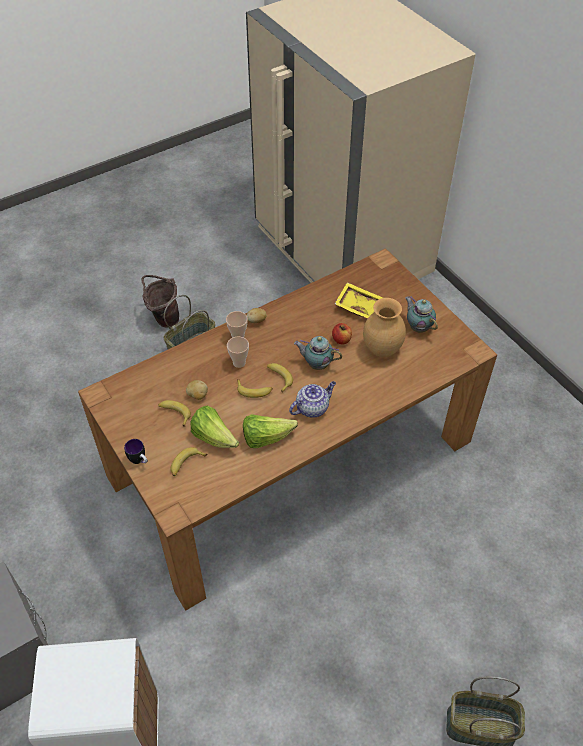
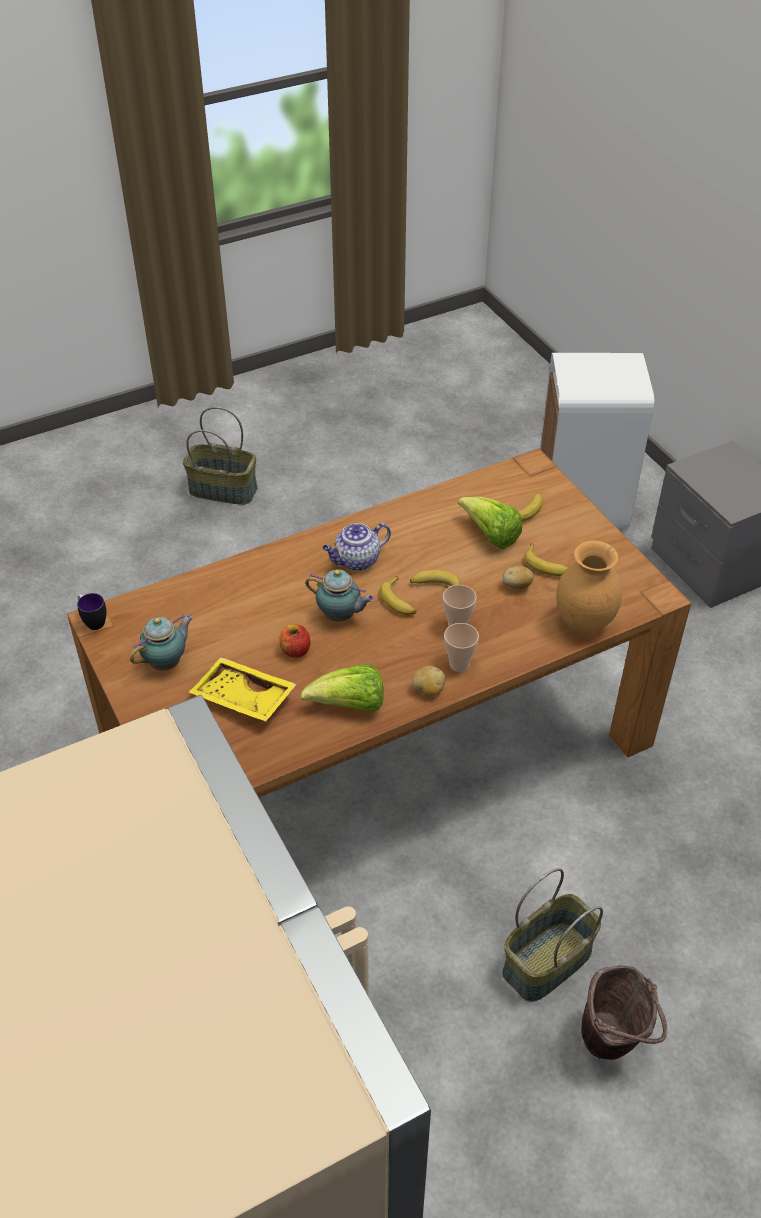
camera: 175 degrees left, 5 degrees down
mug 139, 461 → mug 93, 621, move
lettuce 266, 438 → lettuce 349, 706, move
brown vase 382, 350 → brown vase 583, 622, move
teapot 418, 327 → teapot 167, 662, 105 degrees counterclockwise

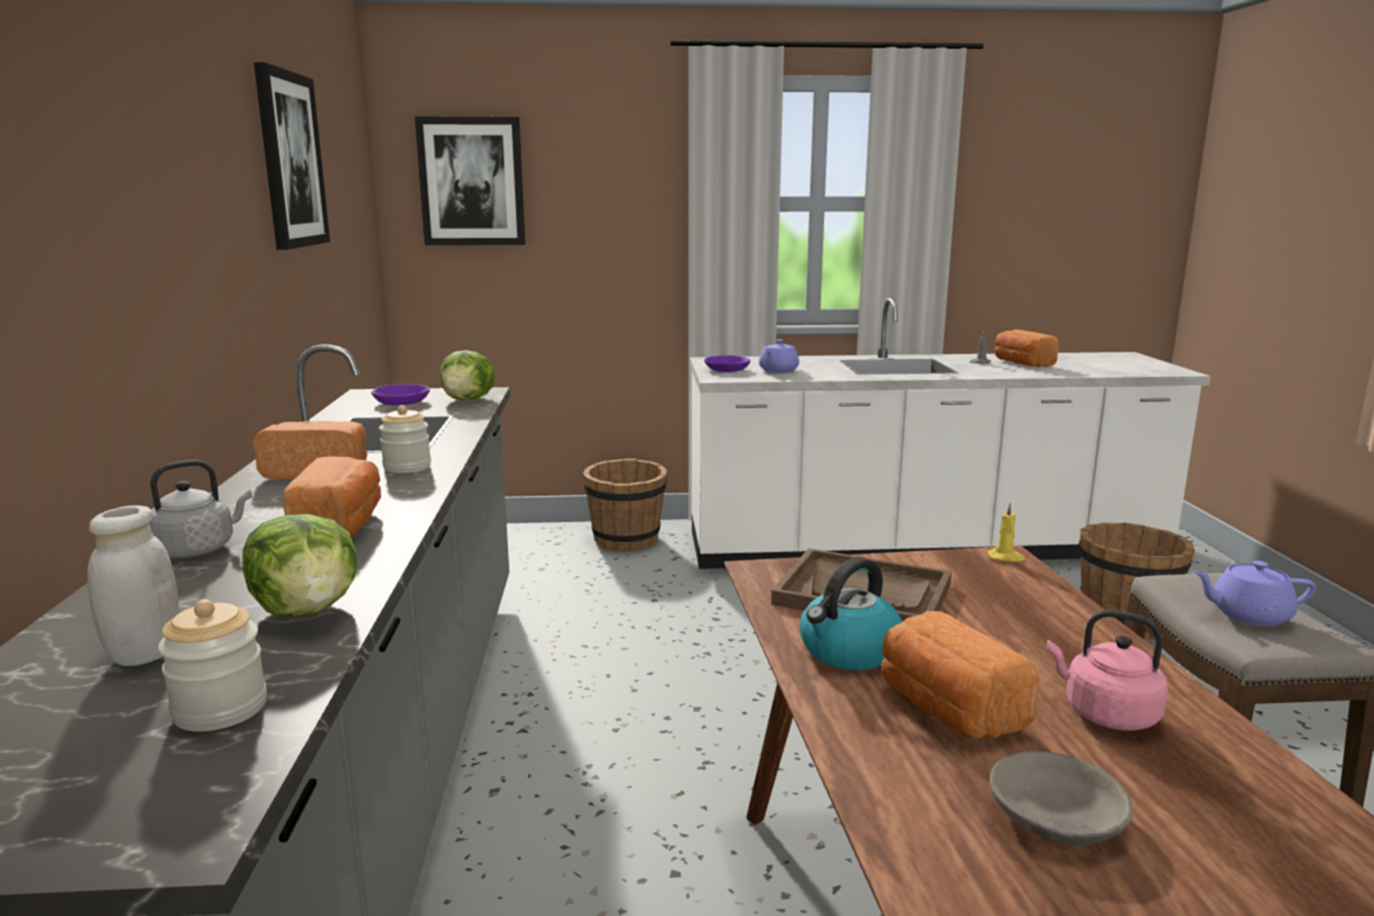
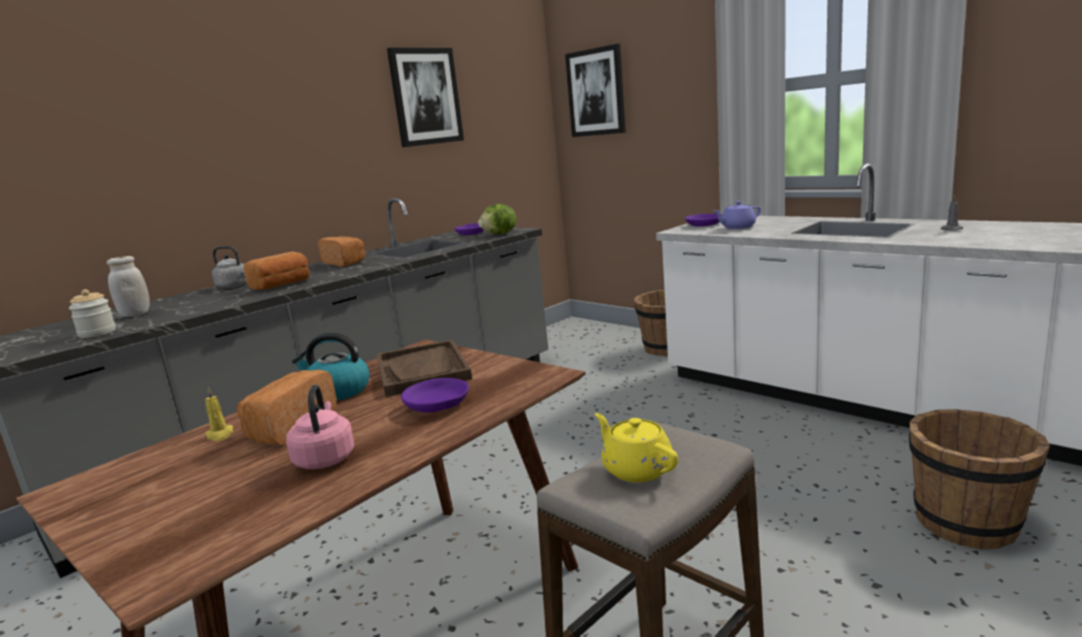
camera: 50 degrees right, 0 degrees up
lettuce 308, 610 → -
jar 407, 467 → -
yellow candle 1006, 557 → yellow candle 220, 435, move
grey bowl 1055, 818 → -
bread 1021, 363 → -
purple teapot 1248, 615 → yellow teapot 636, 469
- → purple bowl 437, 405

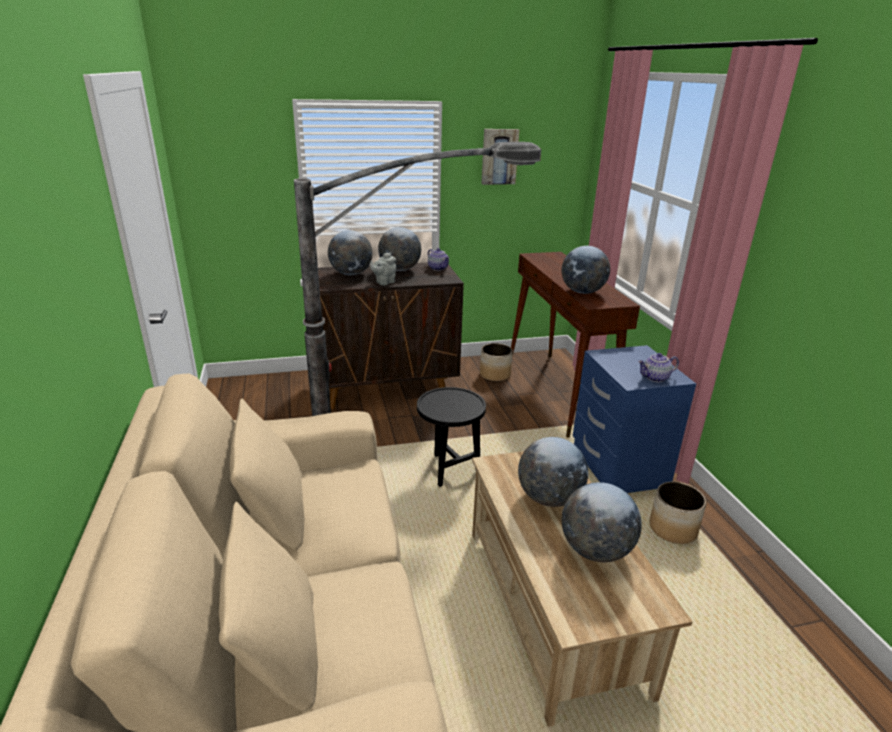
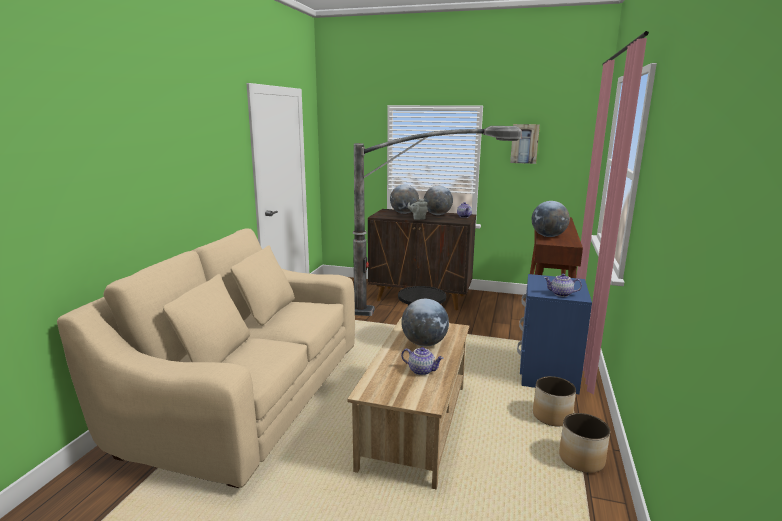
camera: 30 degrees right, 10 degrees down
planter 495, 375 → planter 581, 459, move
globe 595, 550 → teapot 422, 370

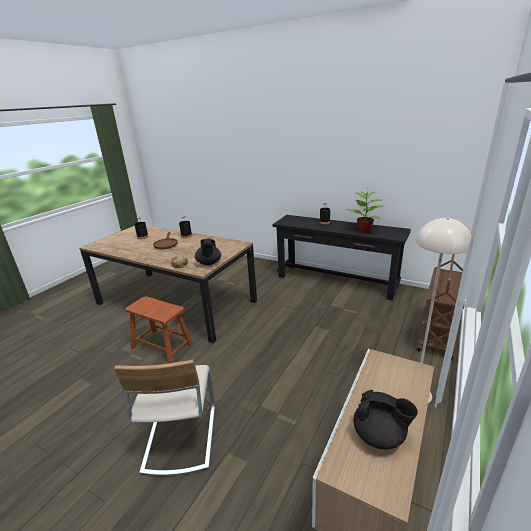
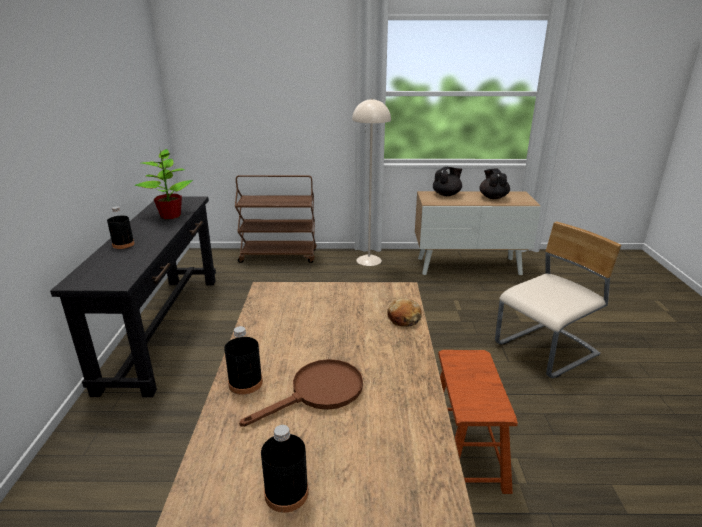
camera: 120 degrees left, 0 degrees up
black teapot 209, 263 → black teapot 447, 194, move

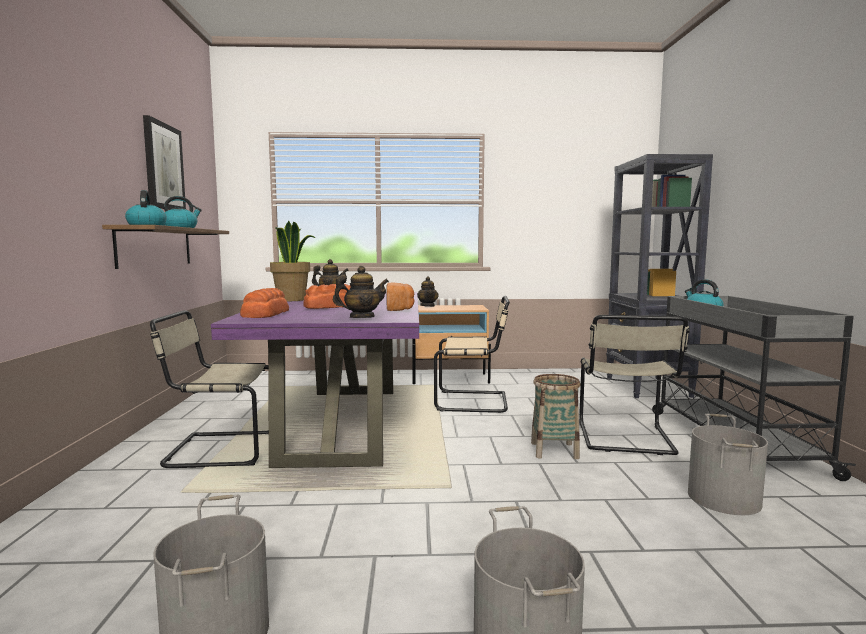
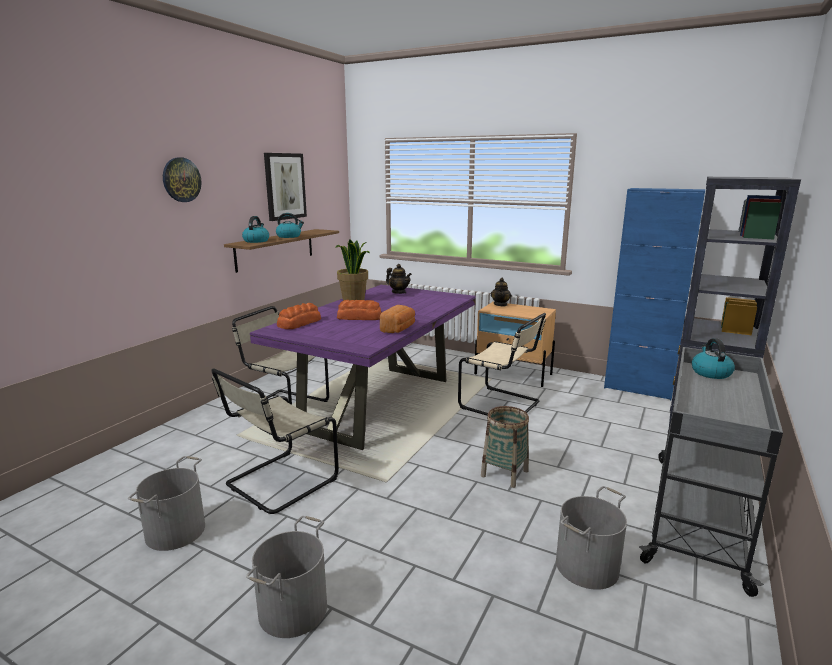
camera: 30 degrees right, 10 degrees up
teapot 361, 317 → -
beige chair 625, 439 → beige chair 278, 483, move
- → wall clock 181, 180
- → blue cabinet 638, 389

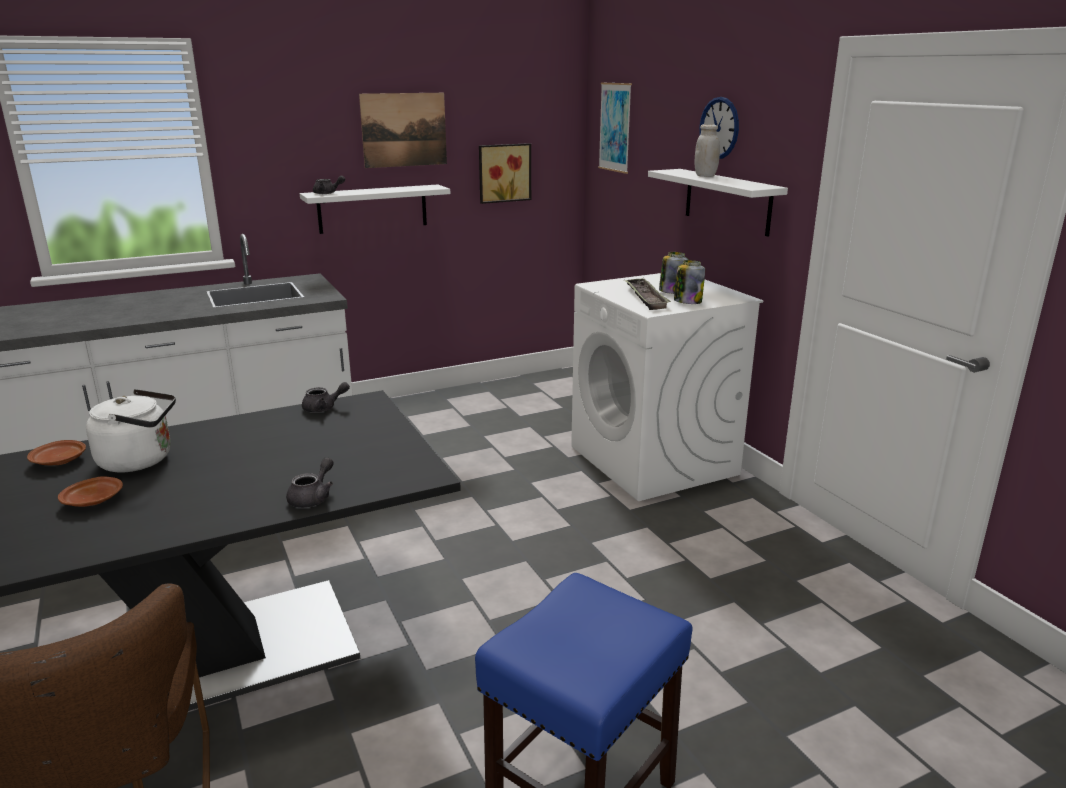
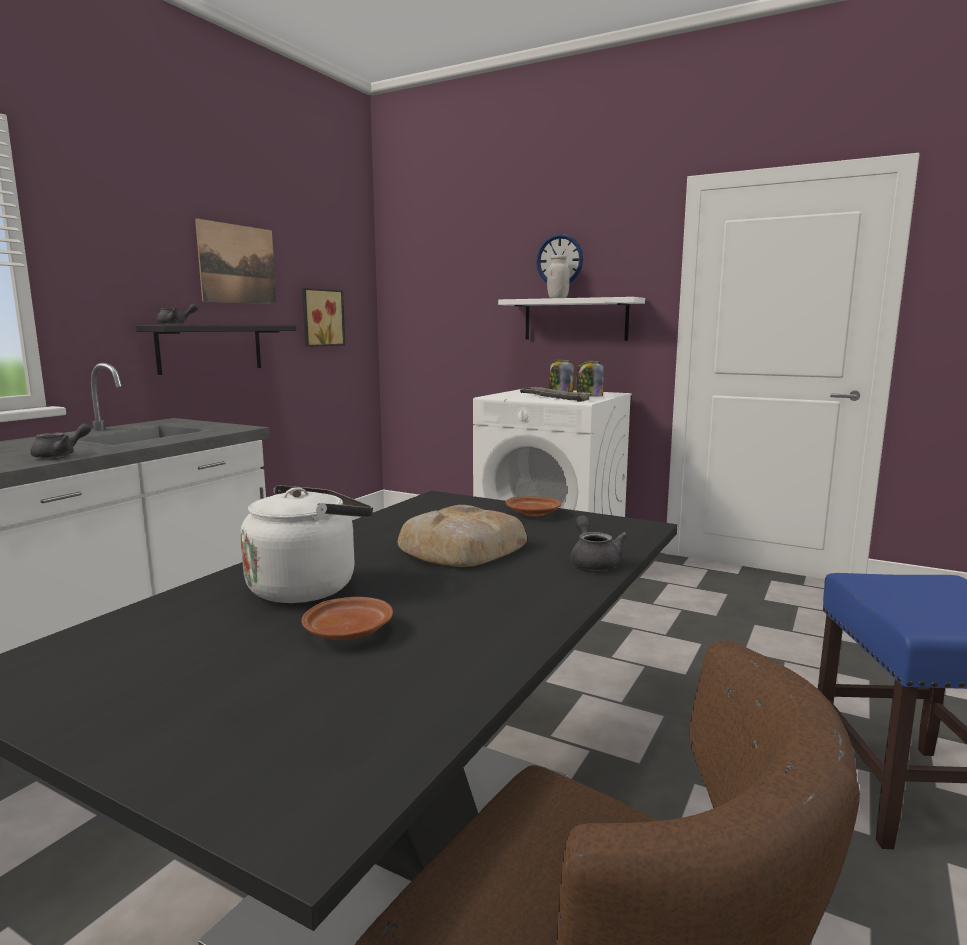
camera: 35 degrees left, 10 degrees down
brown plate 59, 461 → brown plate 534, 514, move
white shelf 372, 209 → black shelf 210, 348
grey teapot 324, 408 → grey teapot 61, 455, move
picture 615, 127 → -
- → bread 459, 548

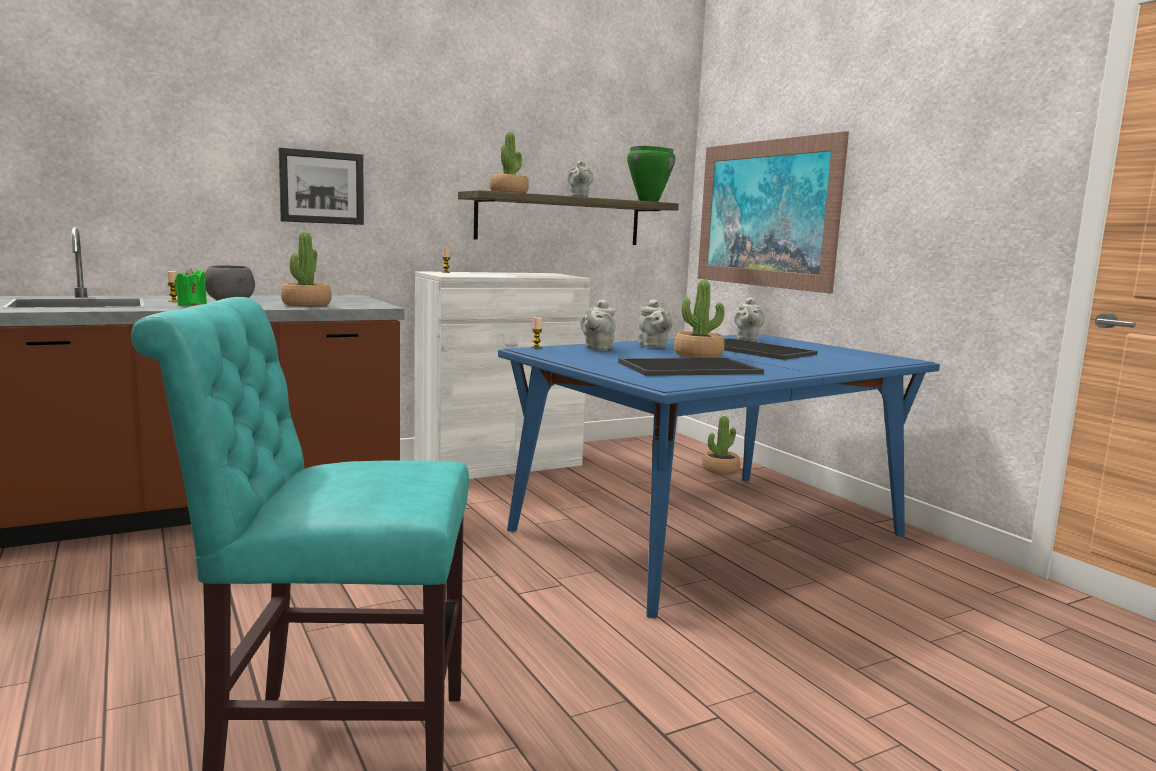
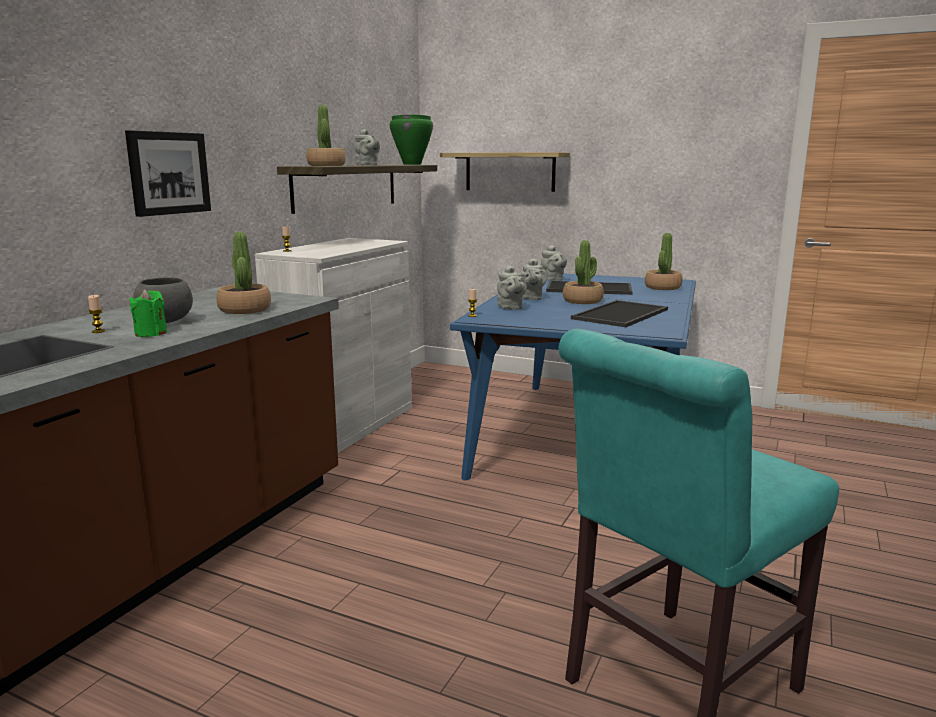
camera: 35 degrees left, 5 degrees up
grey teapot 653, 346 → grey teapot 531, 298, 60 degrees clockwise
picture 765, 214 → shelf 510, 171
potted plant 720, 470 → potted plant 662, 287, move

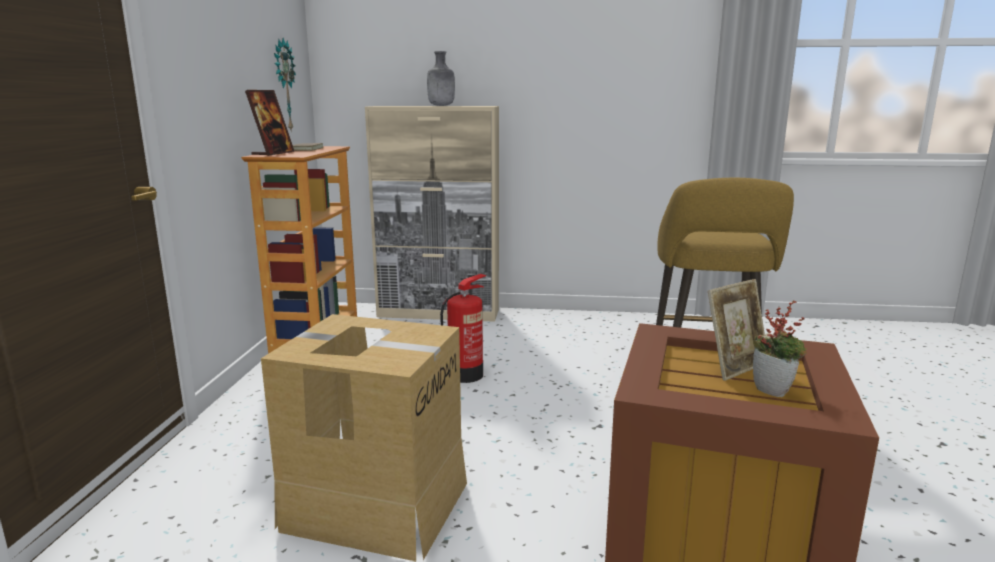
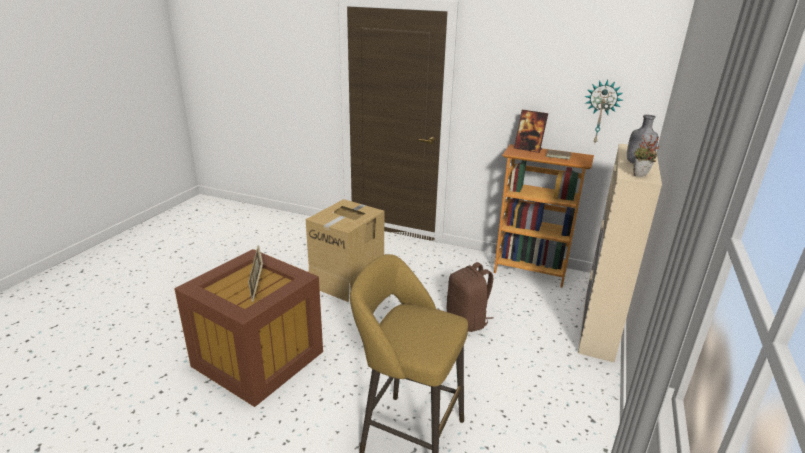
camera: 105 degrees right, 10 degrees up
fire extinguisher 466, 375 → brown backpack 468, 320
potted plant 774, 391 → potted plant 640, 176, move

